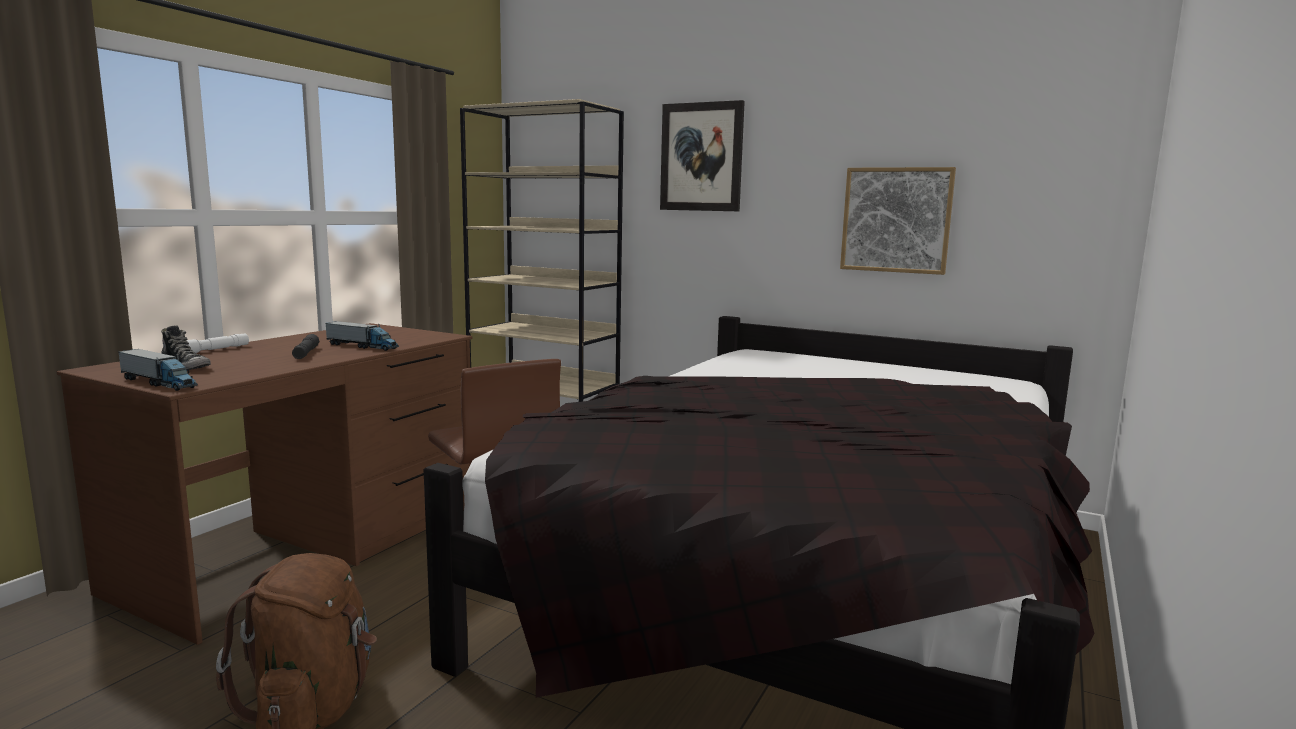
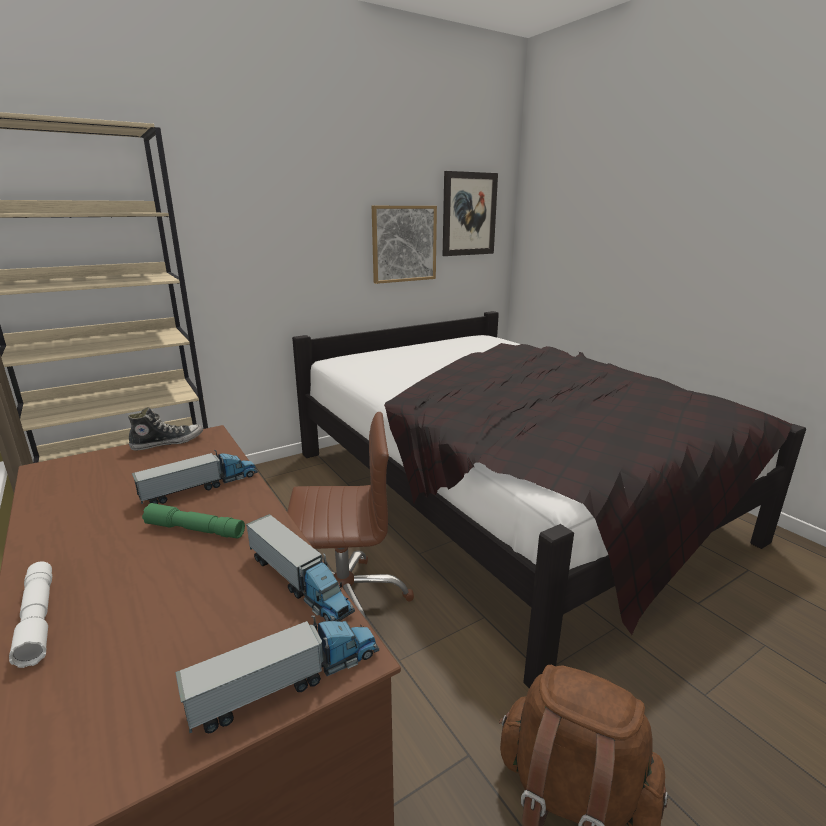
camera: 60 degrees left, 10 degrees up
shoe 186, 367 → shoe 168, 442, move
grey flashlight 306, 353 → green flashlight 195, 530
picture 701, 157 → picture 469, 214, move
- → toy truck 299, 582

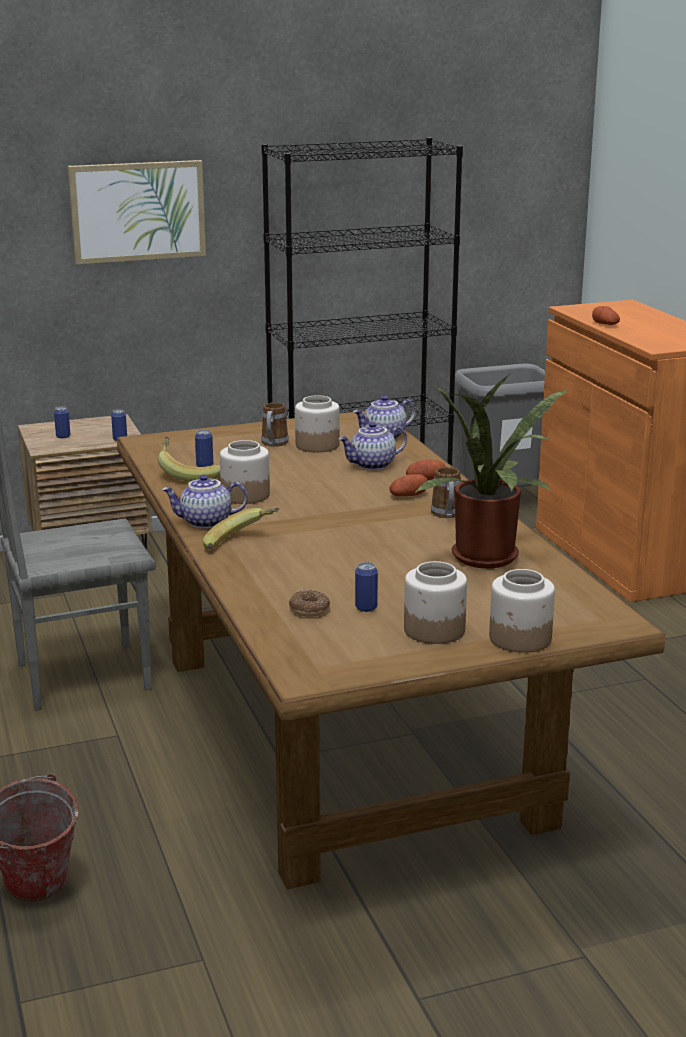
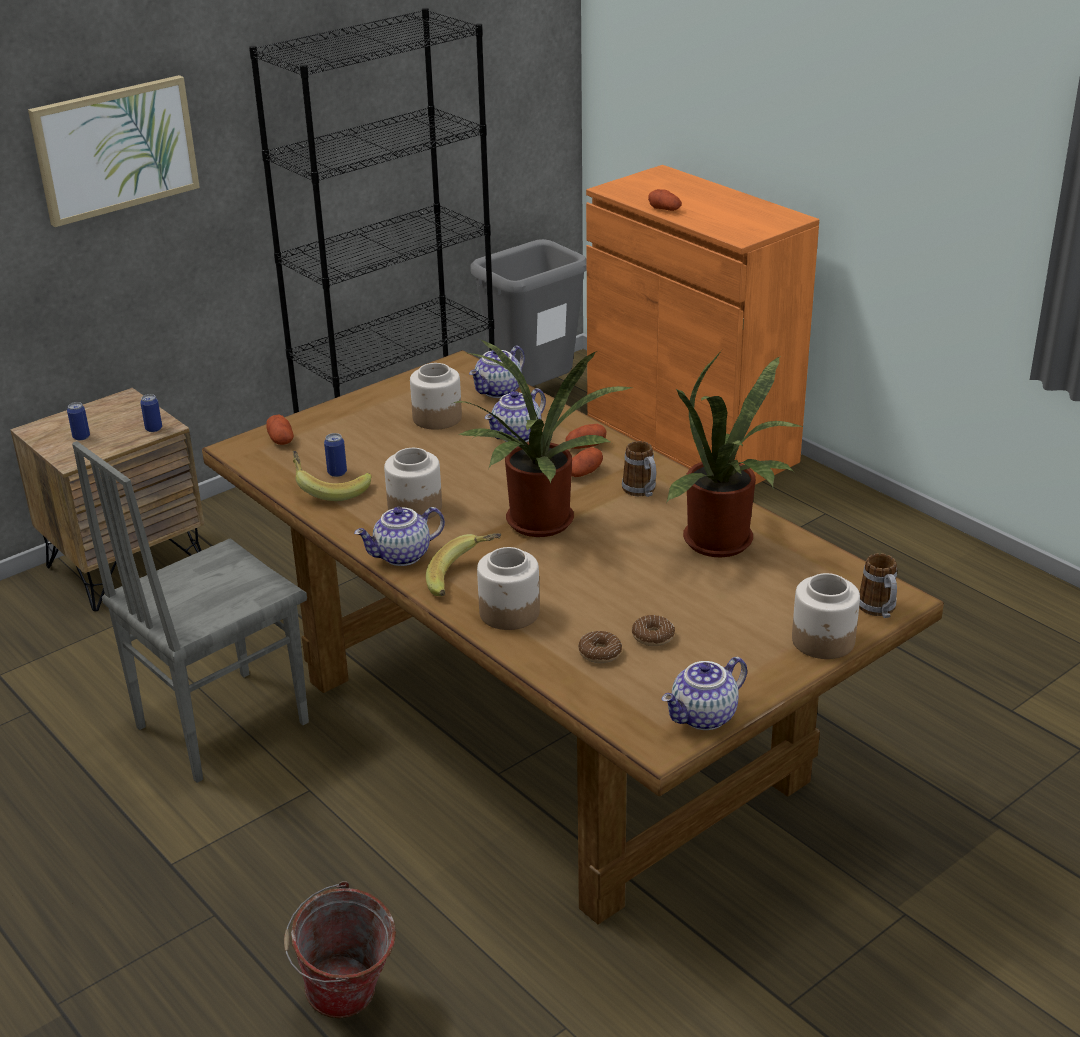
camera: 20 degrees left, 10 degrees up
mug 273, 444 → mug 879, 610, move
can 366, 608 → donut 653, 636
jar 435, 630 → jar 510, 612, move
- → potato 281, 440
- → potted plant 537, 526
- → teapot 704, 717

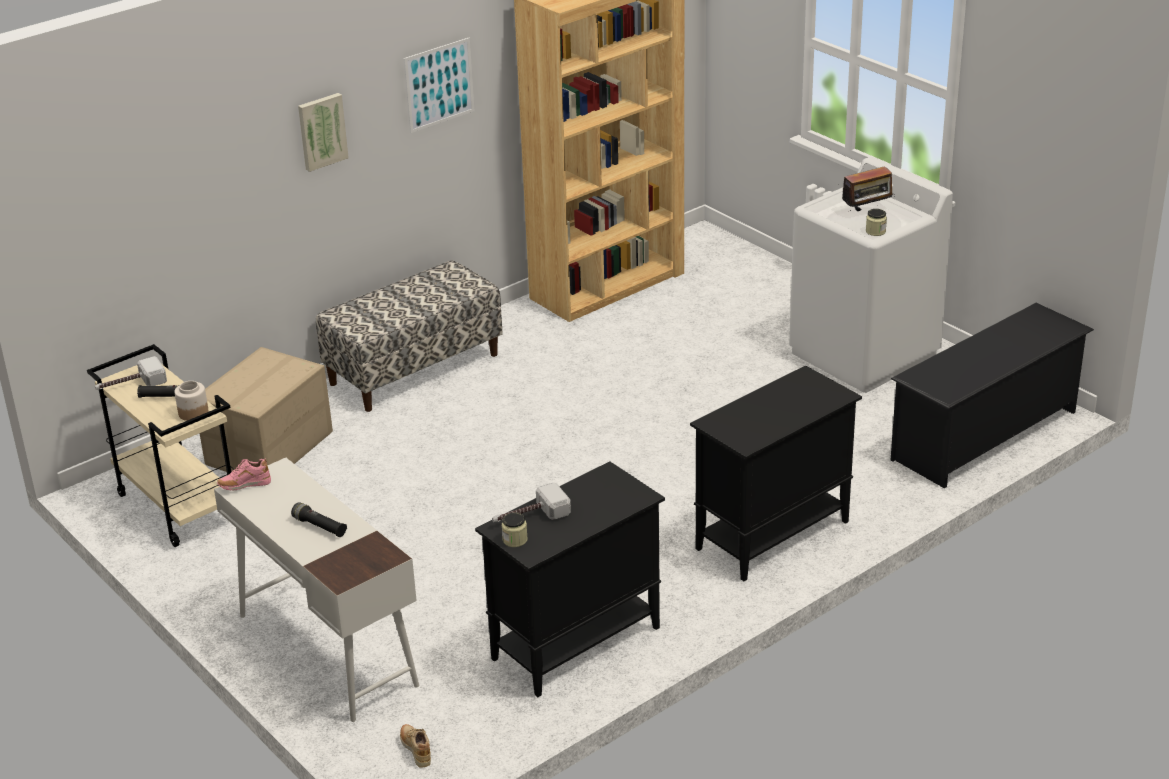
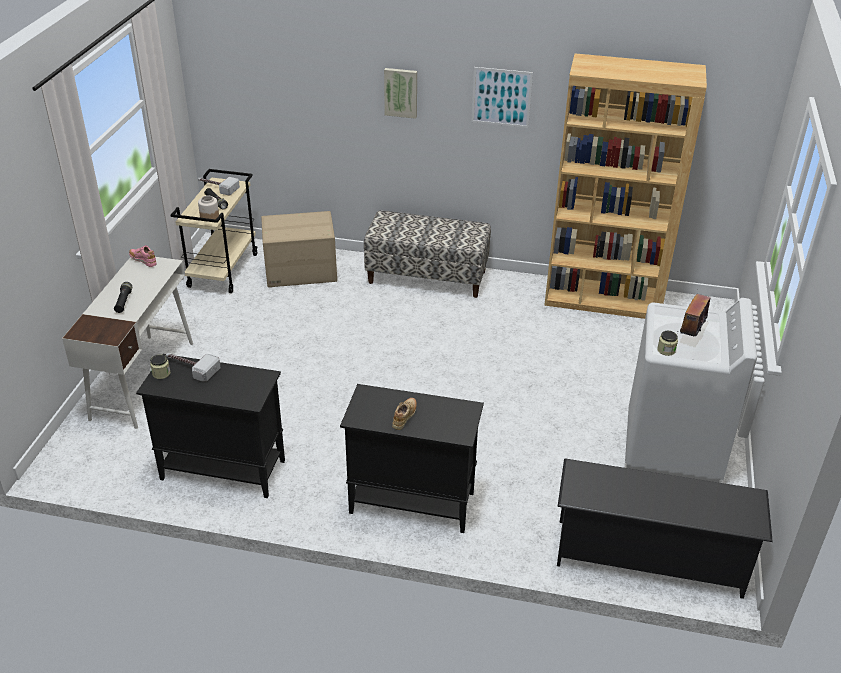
camera: 50 degrees right, 5 degrees up
beige shoe 416, 750 → beige shoe 405, 417, move
radio 867, 211 → radio 690, 334, 90 degrees clockwise

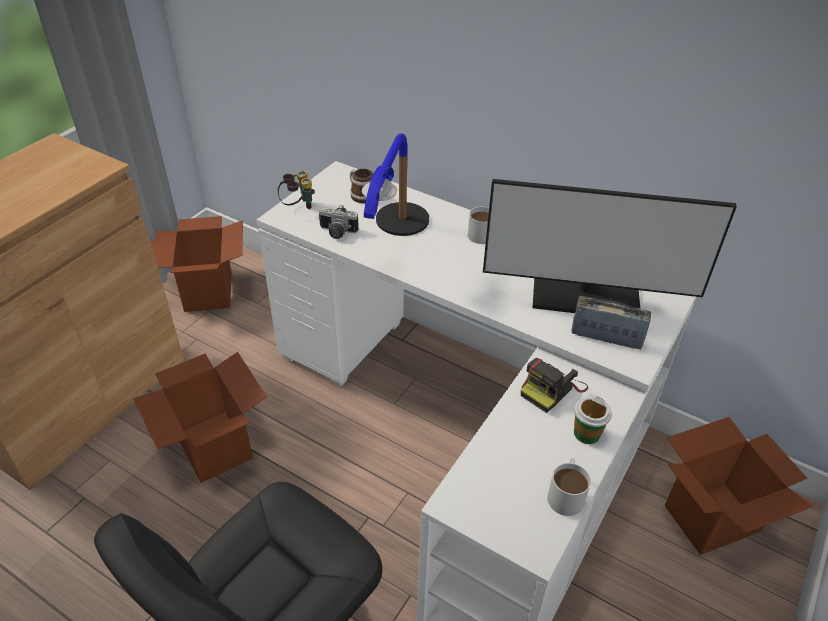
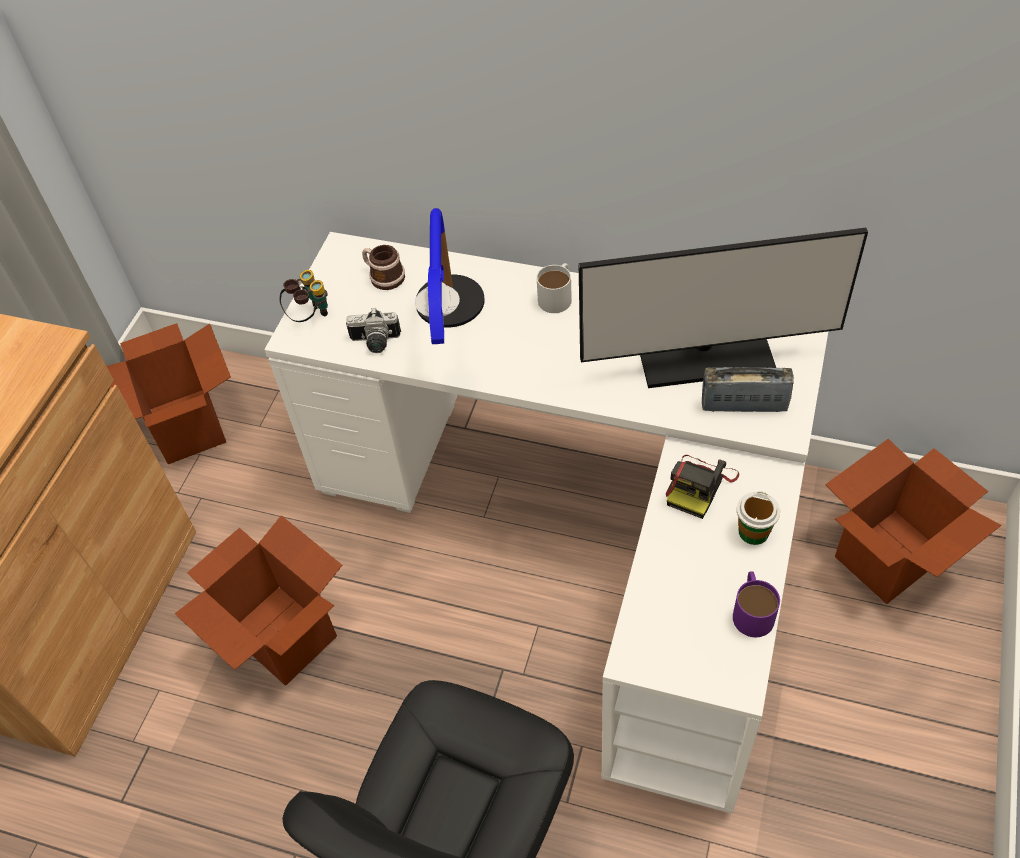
camera: 10 degrees left, 10 degrees up
white mug 566, 493 → purple mug 752, 610

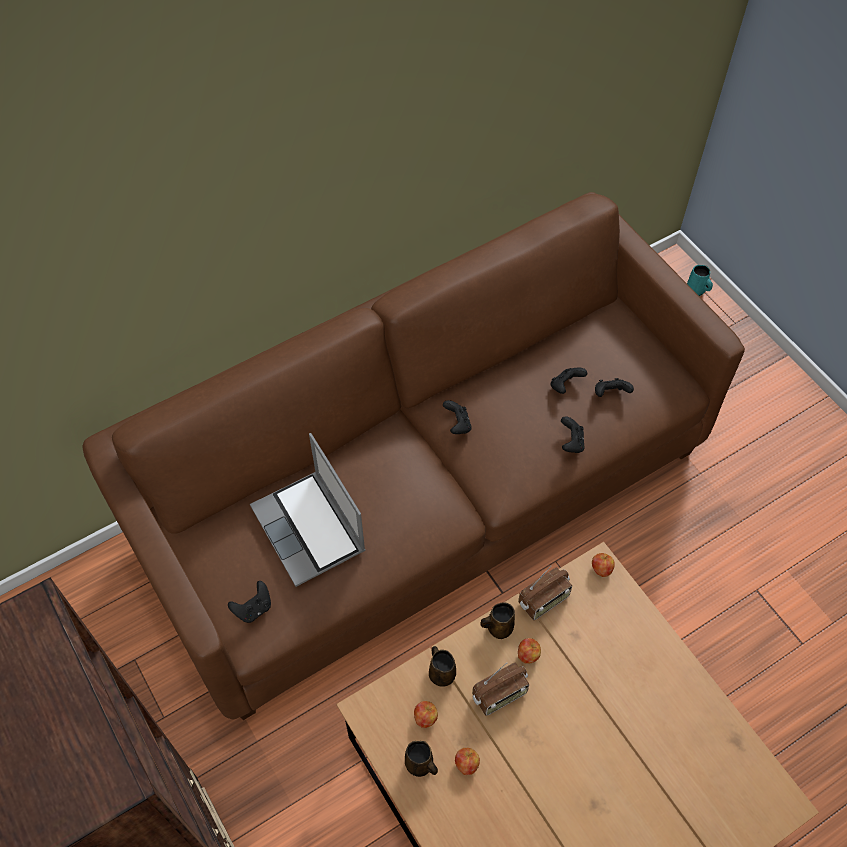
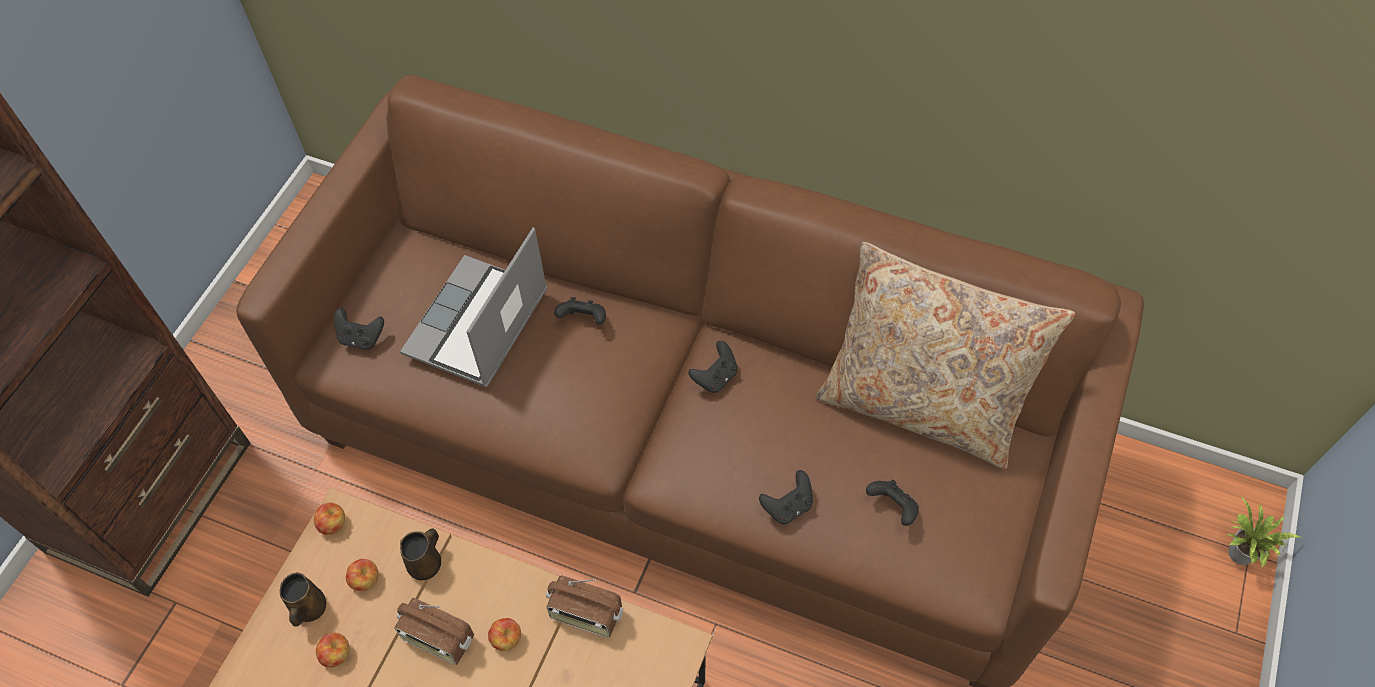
camera: 55 degrees right, 0 degrees up
brown mug 498, 628 → -
black game controller 565, 386 → black game controller 583, 320, move
apple 601, 569 → apple 333, 524, move
turquoise mug 696, 291 → potted plant 1238, 555
- → beige pillow 920, 405

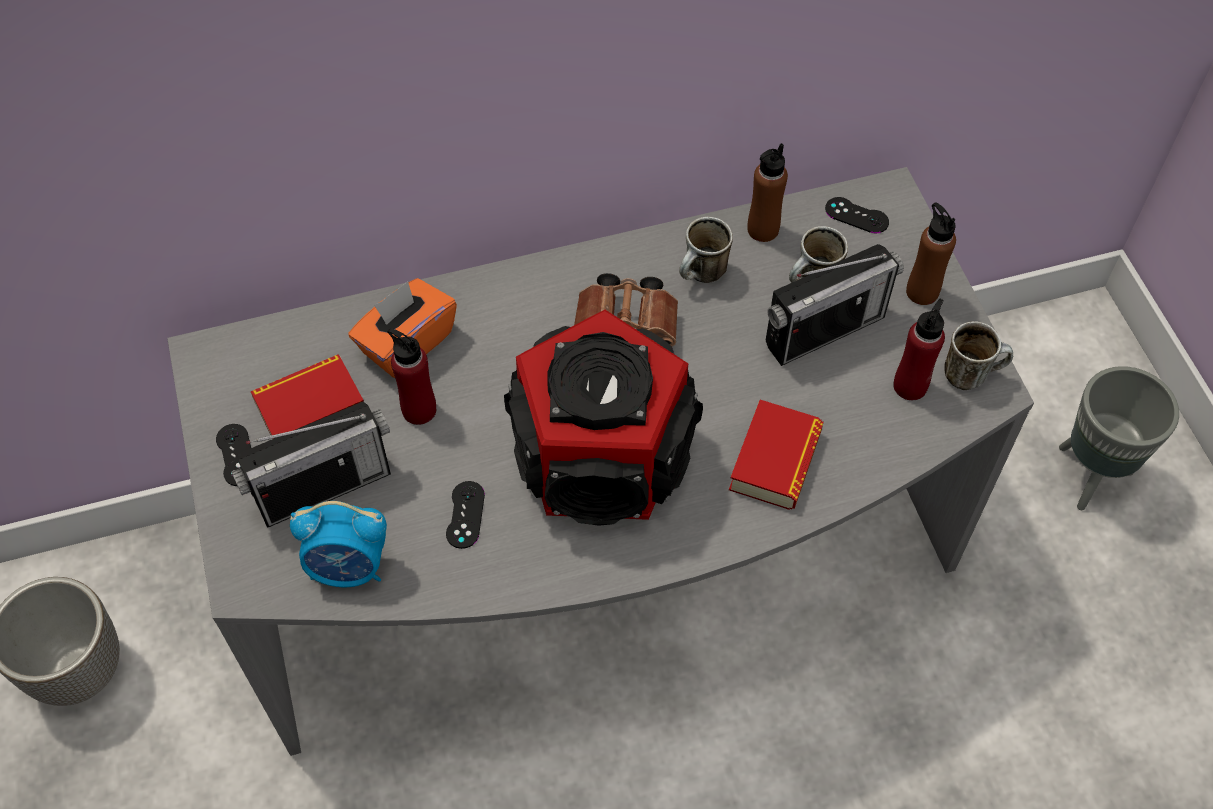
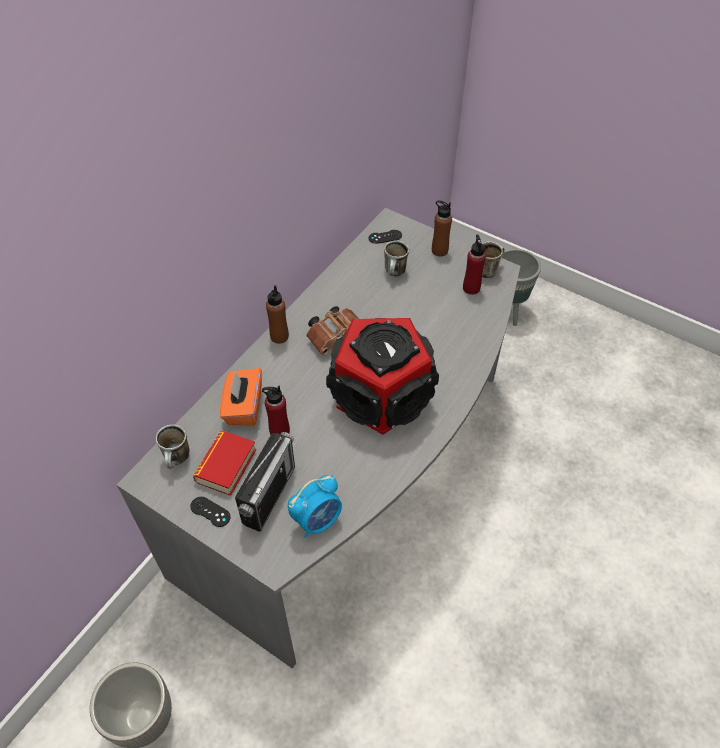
camera: 40 degrees left, 5 degrees down
black game controller 465, 515 → -
mug 702, 276 → mug 178, 460, move
book 775, 461 → -
brown bottle 762, 229 → brown bottle 279, 336, move
radio 824, 330 → -

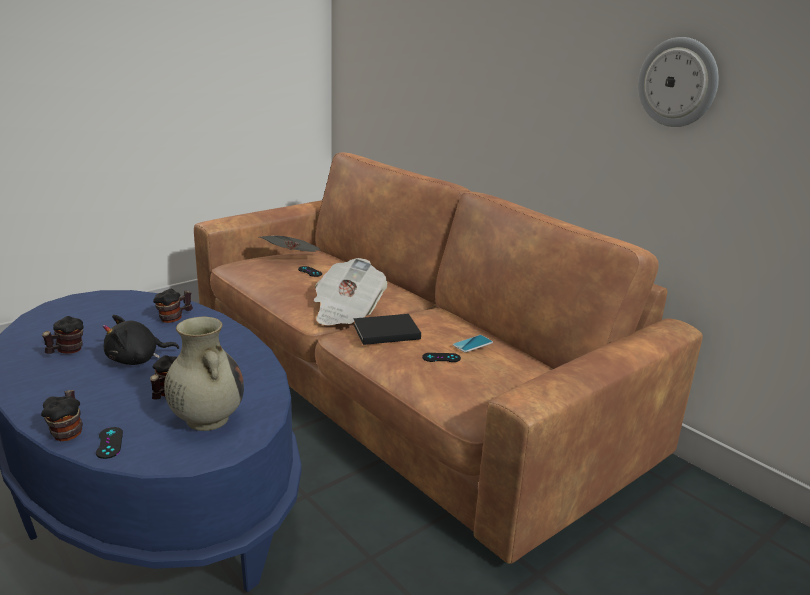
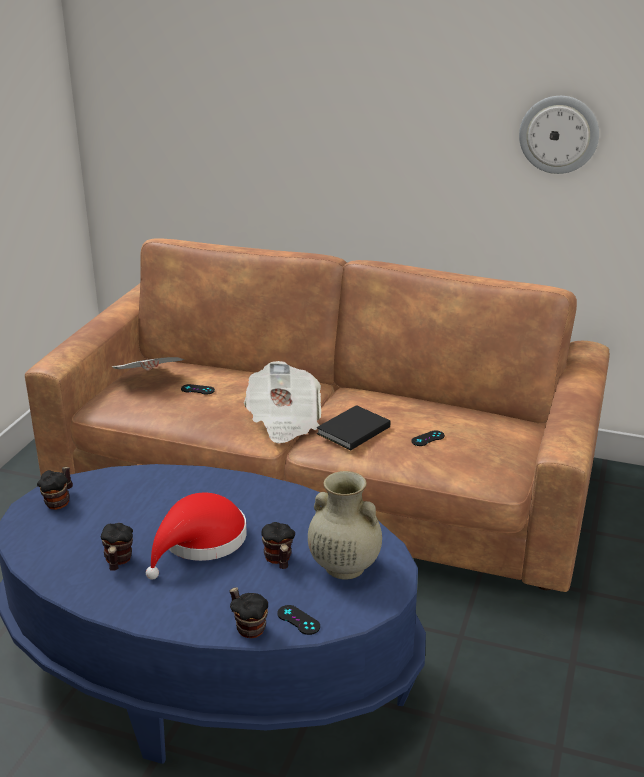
camera: 30 degrees left, 5 degrees up
black plush toy 137, 359 → red hat 200, 542
mug 174, 318 → mug 60, 501, move
phone 472, 344 → -

